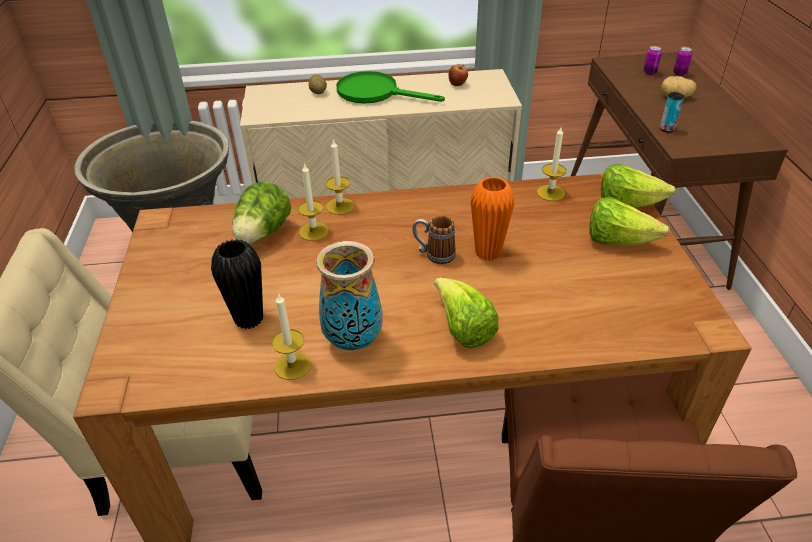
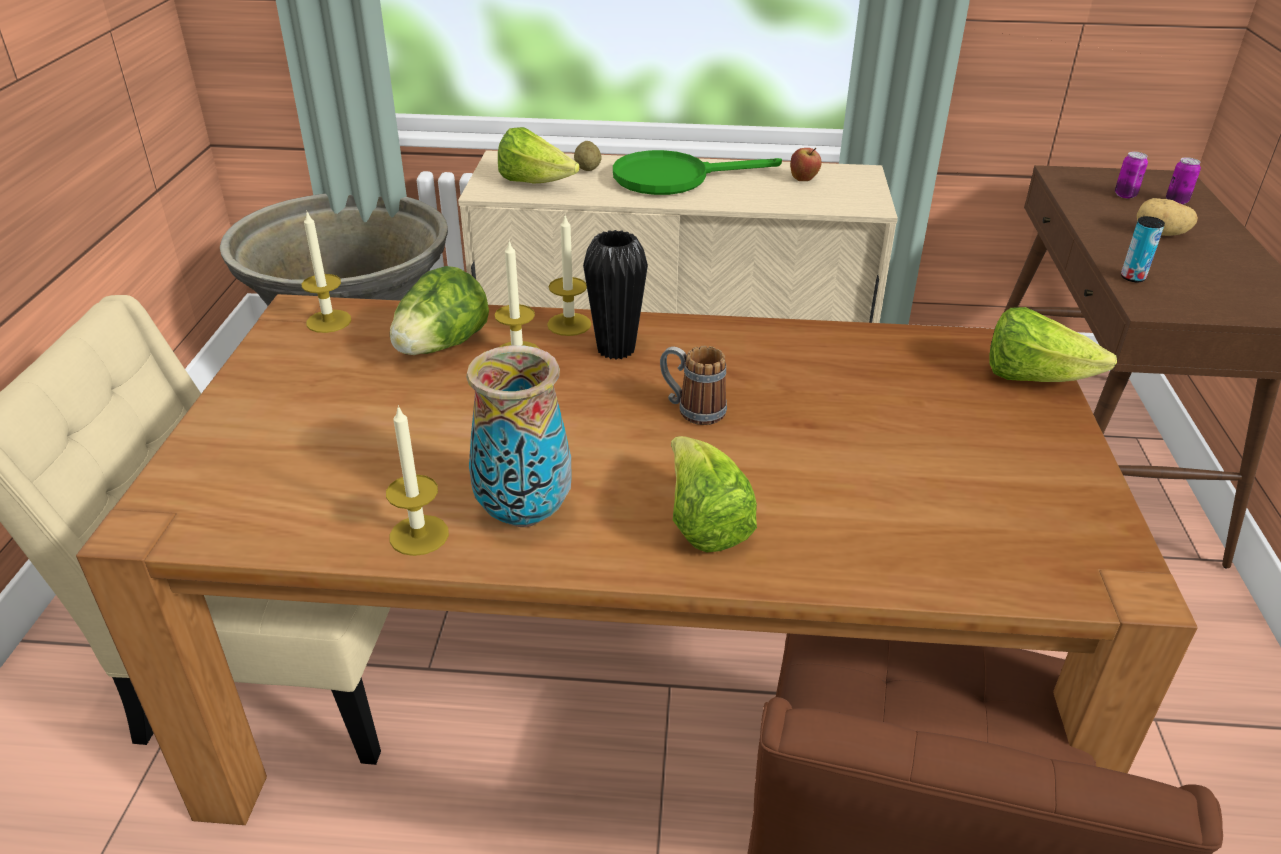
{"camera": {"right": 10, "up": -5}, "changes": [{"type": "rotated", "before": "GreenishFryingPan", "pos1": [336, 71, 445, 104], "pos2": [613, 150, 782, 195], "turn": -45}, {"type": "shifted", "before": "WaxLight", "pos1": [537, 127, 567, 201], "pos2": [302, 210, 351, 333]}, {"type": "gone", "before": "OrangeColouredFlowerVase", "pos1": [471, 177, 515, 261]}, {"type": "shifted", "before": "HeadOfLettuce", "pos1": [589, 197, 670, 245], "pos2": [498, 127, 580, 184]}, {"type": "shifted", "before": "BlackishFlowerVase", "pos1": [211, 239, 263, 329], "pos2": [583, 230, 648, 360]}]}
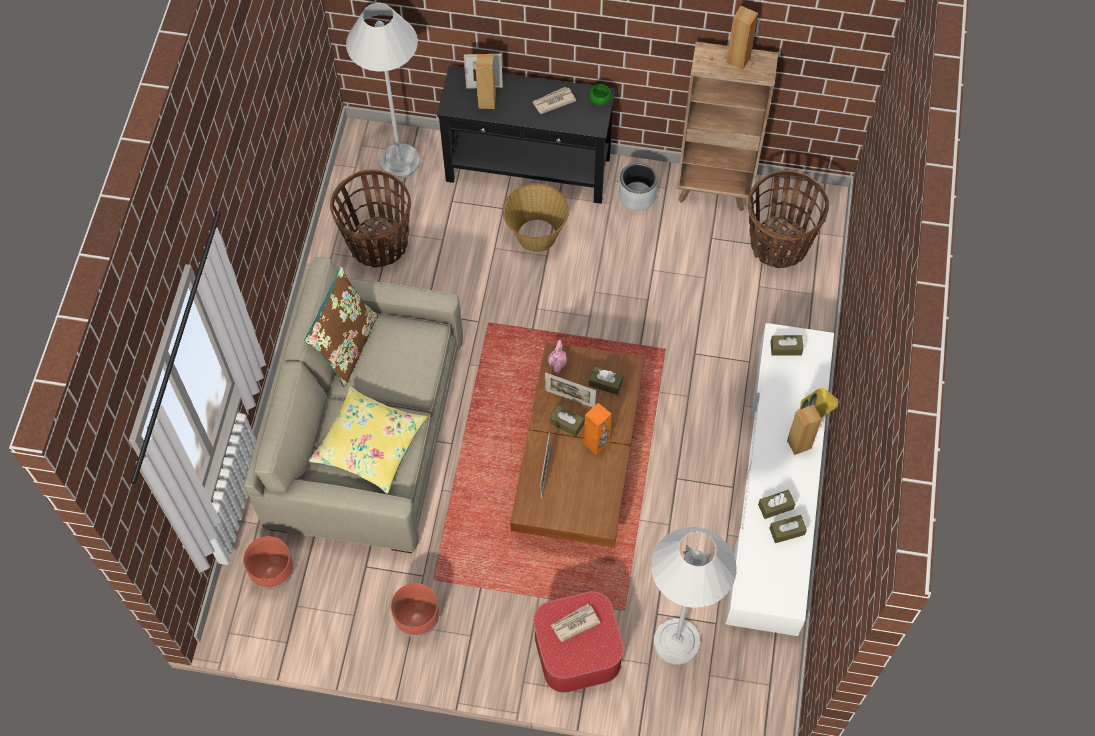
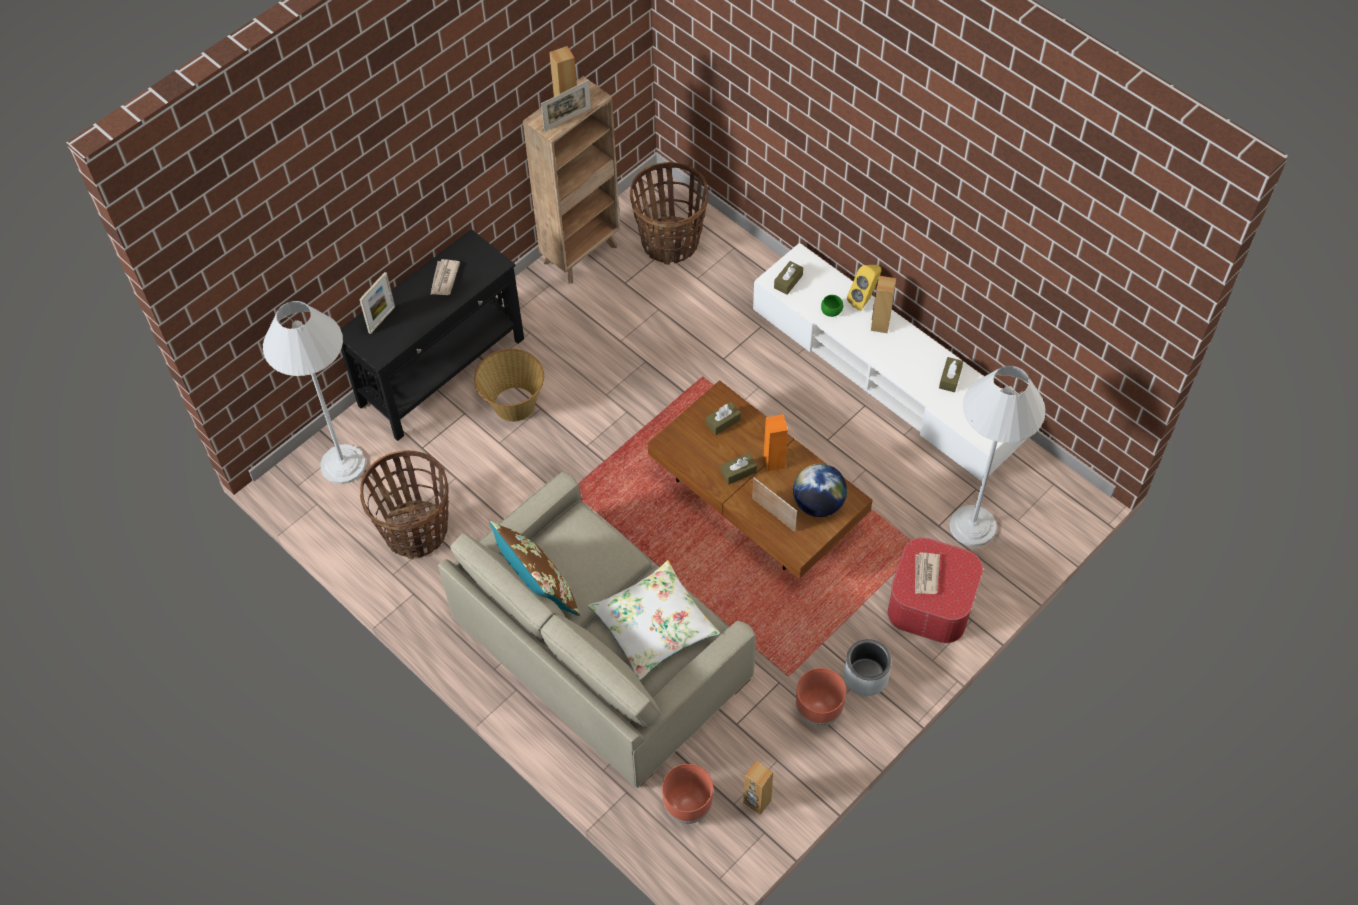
{"camera": {"right": -55, "up": -5}, "changes": [{"type": "shifted", "before": "BrownishSpeaker", "pos1": [476, 54, 496, 109], "pos2": [743, 760, 773, 815]}, {"type": "shifted", "before": "GreenishBowl", "pos1": [589, 84, 612, 106], "pos2": [821, 295, 843, 317]}, {"type": "shifted", "before": "GreyishPlanter", "pos1": [619, 162, 658, 211], "pos2": [844, 639, 892, 696]}, {"type": "gone", "before": "PinkishPotForTea", "pos1": [548, 340, 567, 374]}, {"type": "shifted", "before": "StandingFrame", "pos1": [545, 373, 596, 407], "pos2": [541, 80, 591, 132]}, {"type": "repainted", "before": "YellowColouredThrowPillow", "after": "WhitishThrowPillow", "pos1": [309, 386, 428, 494], "pos2": [588, 560, 720, 680]}, {"type": "gone", "before": "BrownishTissueBox", "pos1": [758, 490, 795, 519]}, {"type": "new", "after": "Globe", "pos2": [793, 464, 847, 517]}]}
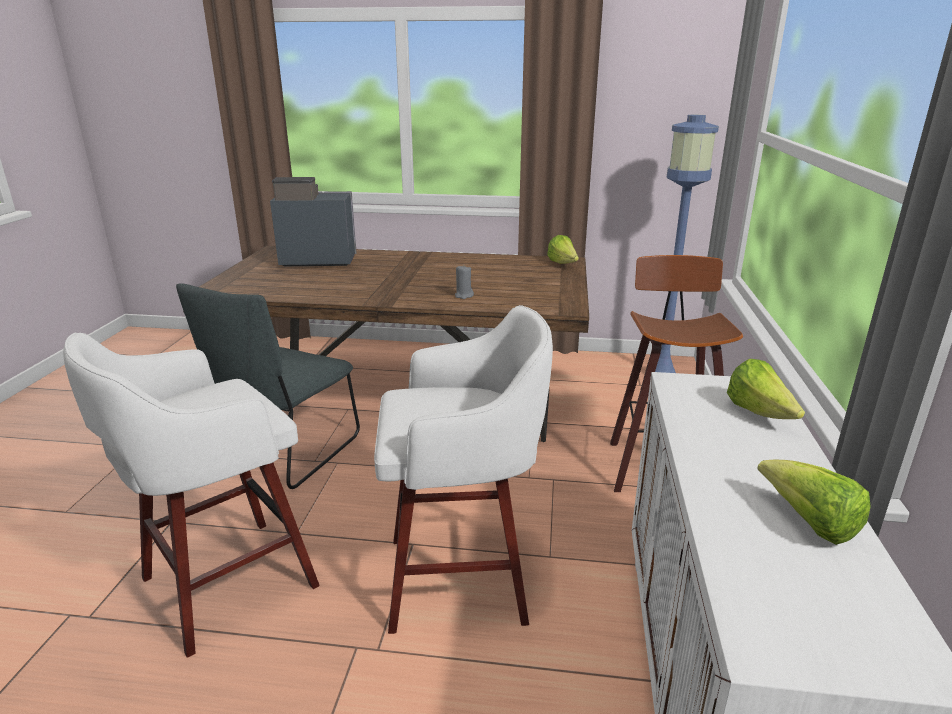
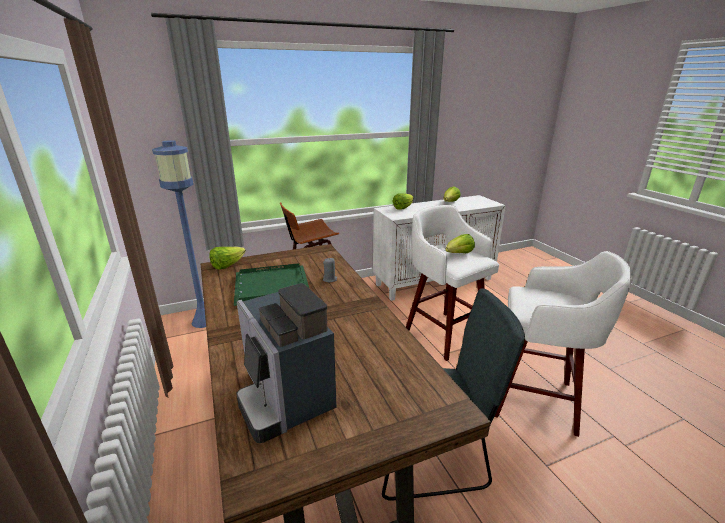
{"camera": {"right": -120, "up": 0}, "changes": [{"type": "new", "after": "HeadOfLettuce", "pos2": [445, 234, 475, 253]}, {"type": "new", "after": "GreenishTray", "pos2": [234, 263, 309, 306]}]}
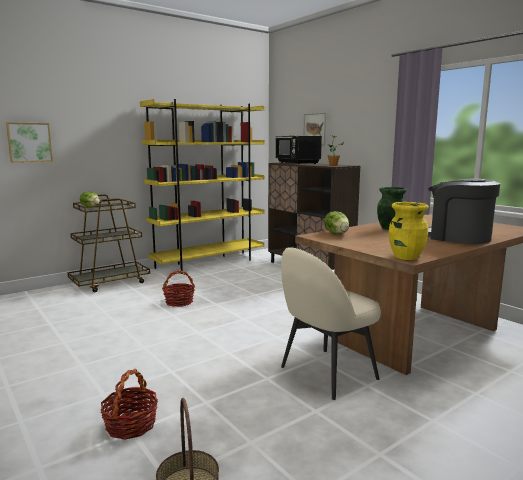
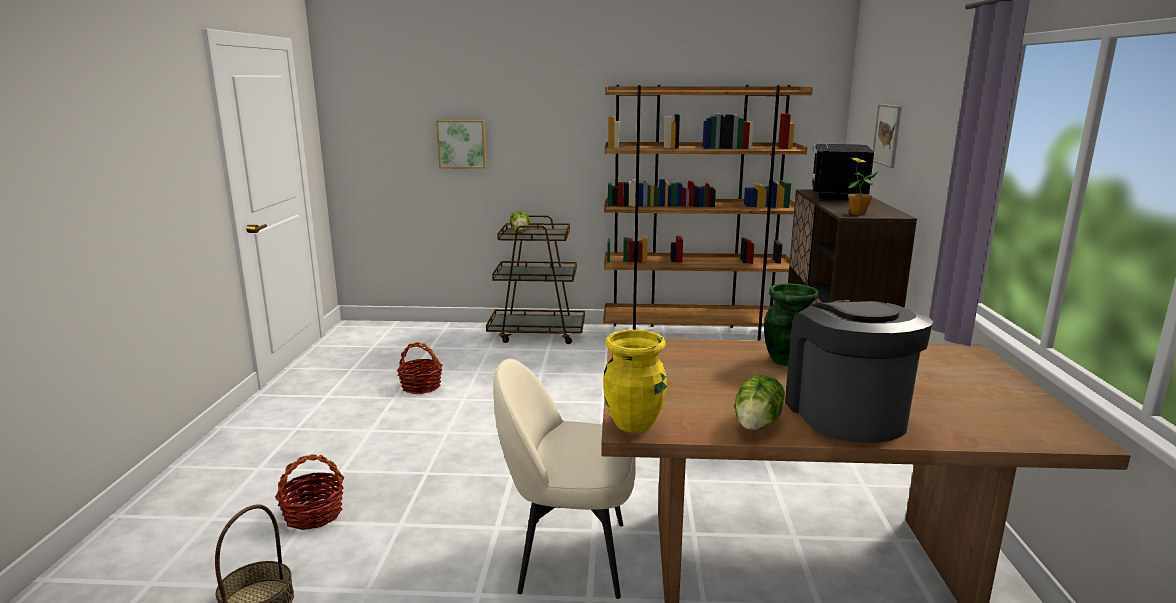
{"camera": {"right": 40, "up": 5}, "changes": [{"type": "repainted", "before": "YellowColouredBookcase", "after": "BrownishBookcase", "pos1": [140, 99, 265, 274], "pos2": [604, 85, 813, 340]}, {"type": "shifted", "before": "HeadOfLettuce", "pos1": [324, 211, 349, 234], "pos2": [735, 375, 785, 430]}, {"type": "shifted", "before": "Basket", "pos1": [162, 270, 195, 307], "pos2": [396, 342, 443, 394]}]}
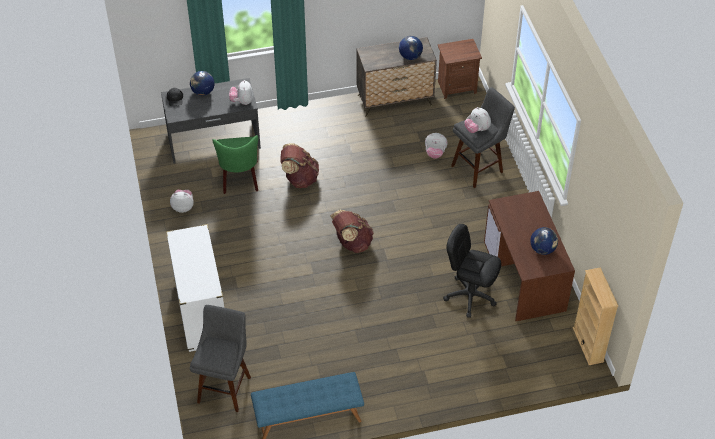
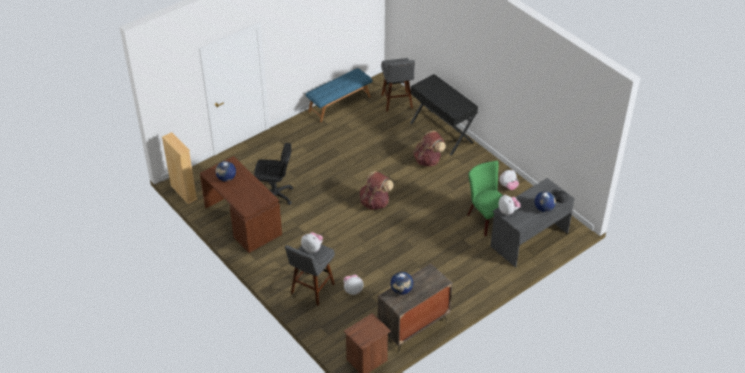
{"camera": {"right": 155, "up": -5}, "changes": [{"type": "shifted", "before": "BrownishKnapsack", "pos1": [280, 143, 319, 188], "pos2": [413, 131, 446, 167]}, {"type": "swapped", "before": "WhitishDresser", "after": "BlackishHallTable", "pos1": [166, 224, 224, 352], "pos2": [410, 74, 478, 155]}]}
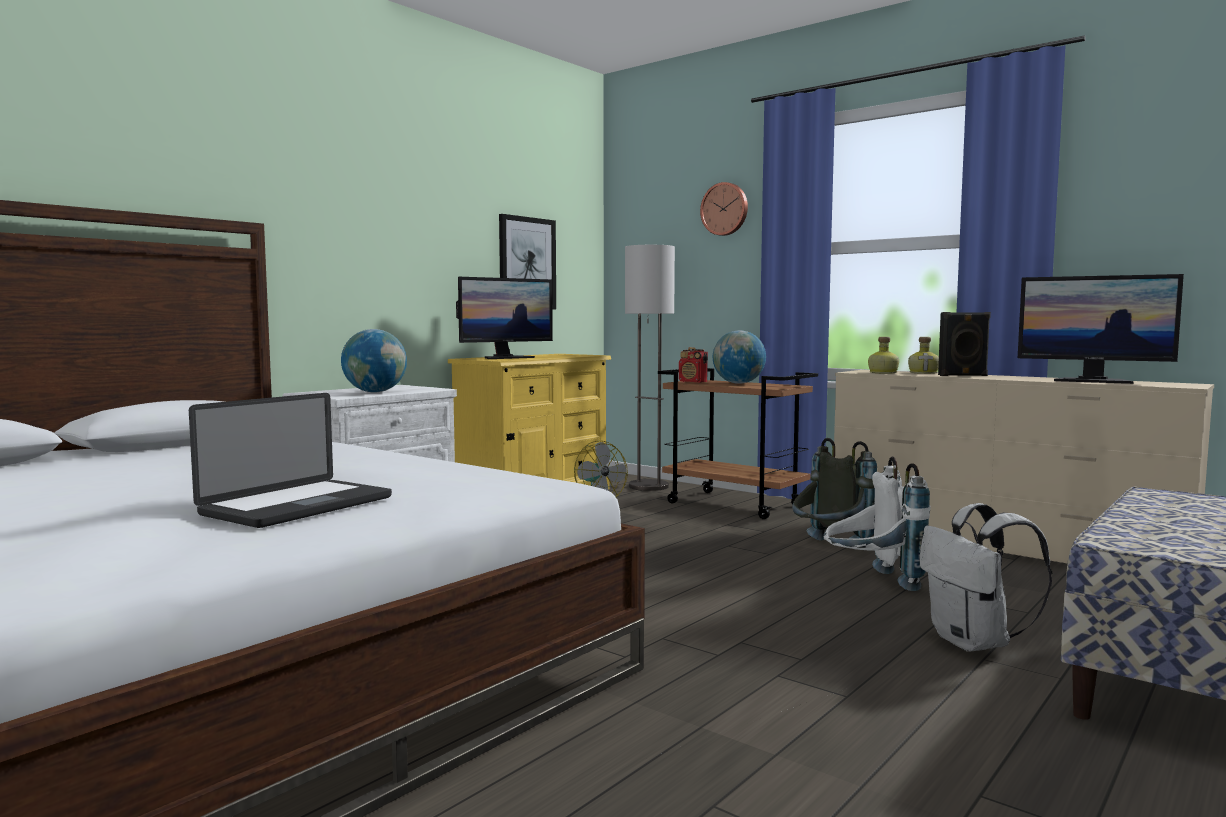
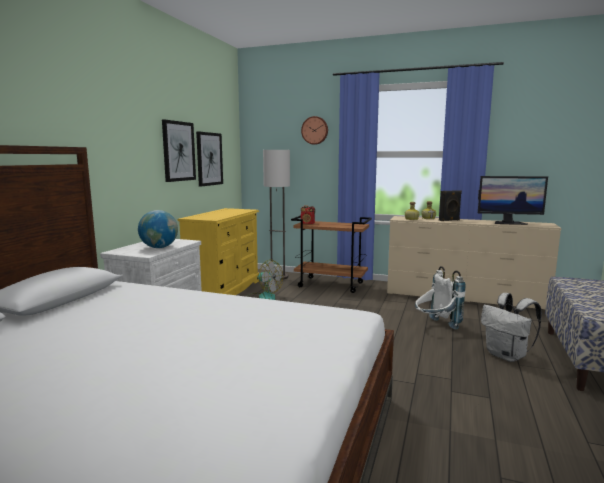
{"camera": {"right": -20, "up": 5}, "changes": [{"type": "gone", "before": "ComputerDisplay", "pos1": [456, 277, 553, 359]}, {"type": "gone", "before": "Globe", "pos1": [713, 330, 766, 384]}, {"type": "gone", "before": "PortableComputer", "pos1": [189, 393, 392, 528]}, {"type": "gone", "before": "GreyishKnapsack", "pos1": [792, 438, 877, 541]}, {"type": "new", "after": "WallArt", "pos2": [162, 119, 196, 182]}]}
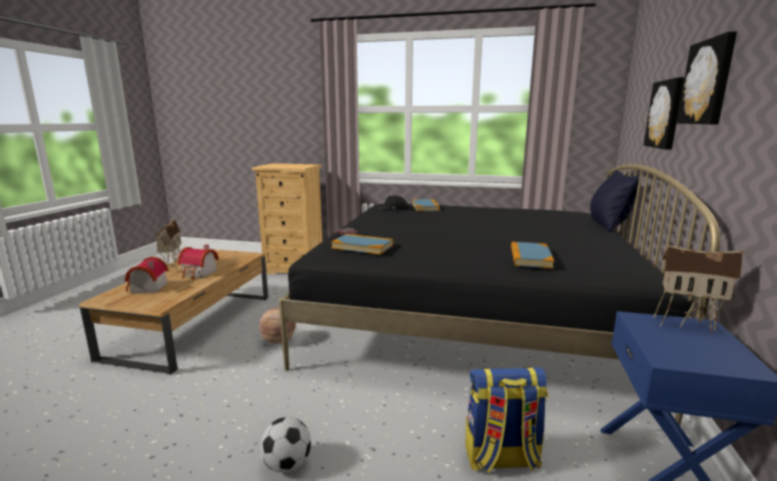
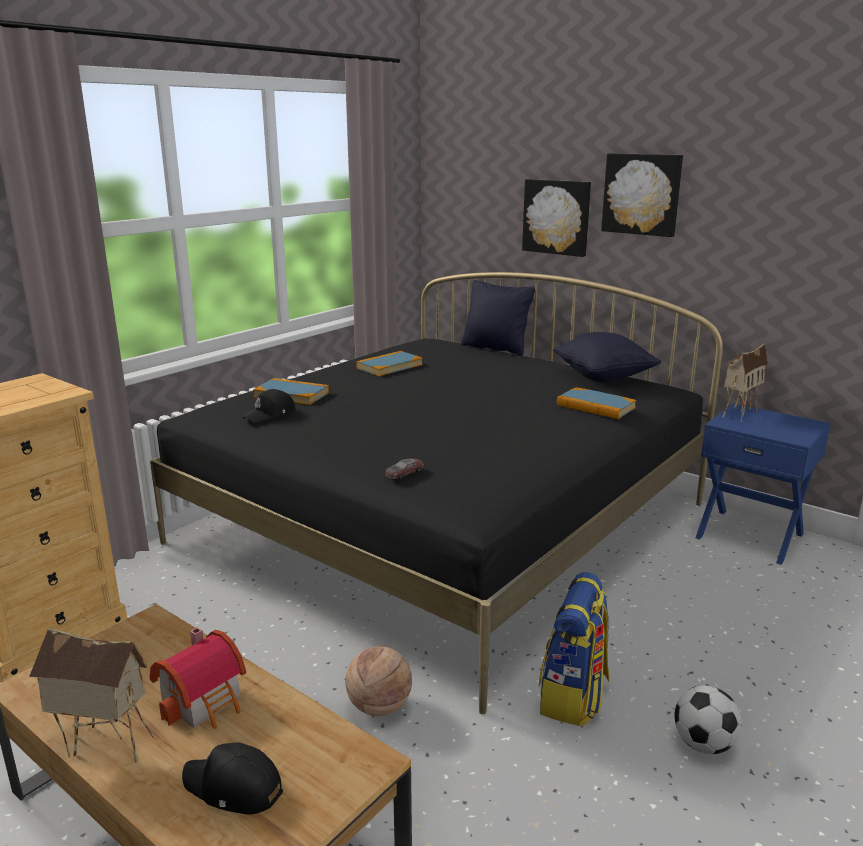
{"camera": {"right": -65, "up": 5}, "changes": [{"type": "shifted", "before": "BoundBook", "pos1": [331, 234, 393, 255], "pos2": [356, 351, 423, 376]}, {"type": "swapped", "before": "ToyHouse", "after": "BlackishPeakedCap", "pos1": [125, 257, 169, 293], "pos2": [182, 742, 283, 814]}, {"type": "shifted", "before": "Knapsack", "pos1": [466, 367, 548, 473], "pos2": [539, 572, 609, 727]}, {"type": "new", "after": "BlackishThrowPillow", "pos2": [553, 332, 661, 382]}]}
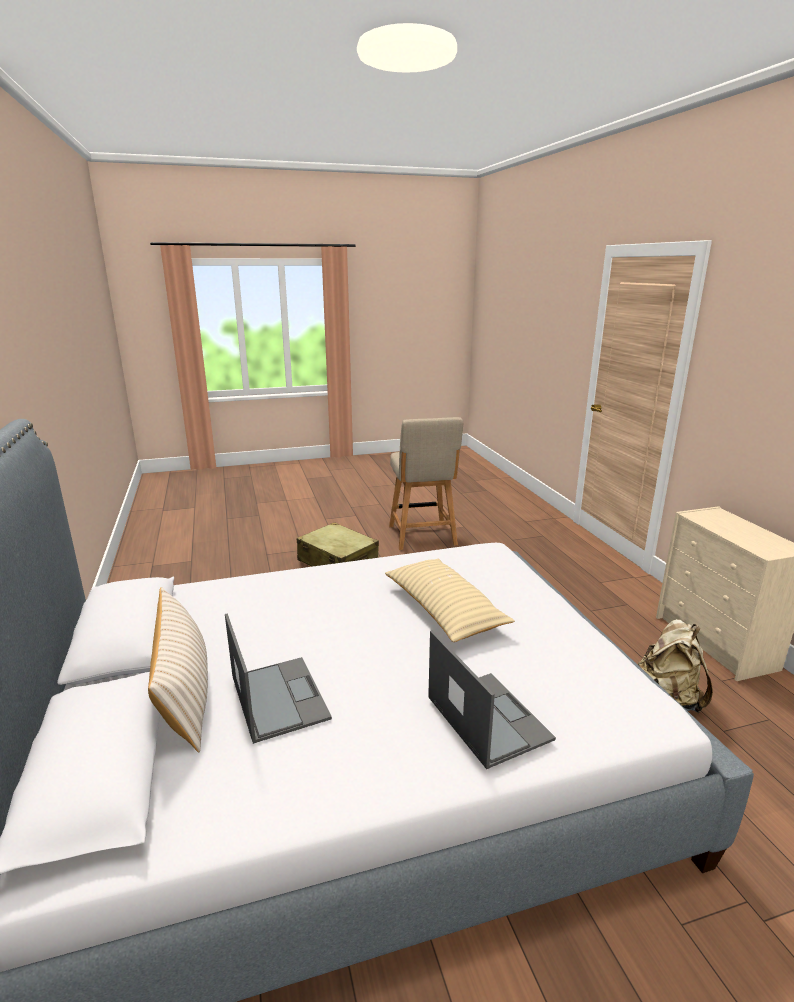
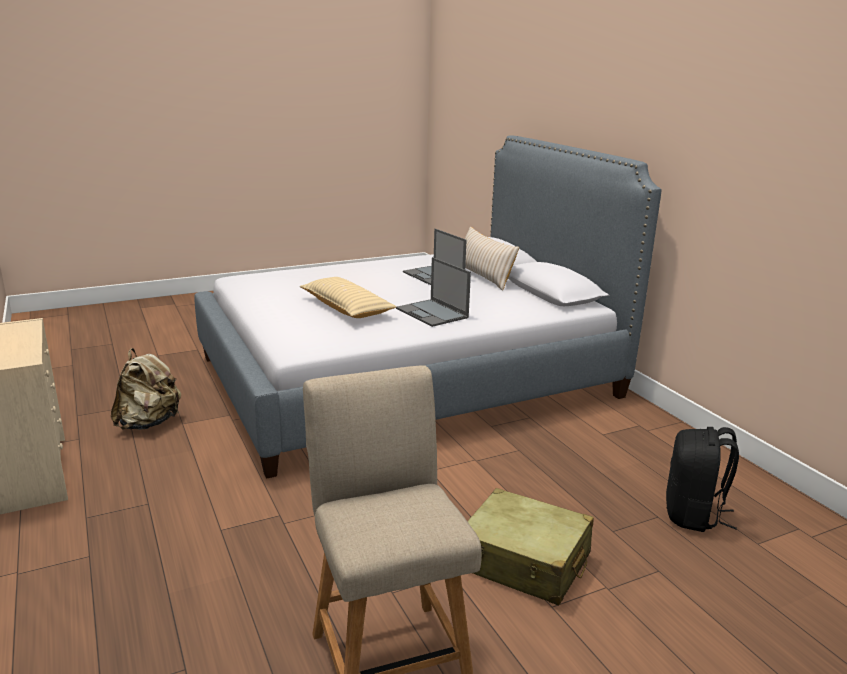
{"camera": {"right": 170, "up": 0}, "changes": [{"type": "shifted", "before": "PortableComputer", "pos1": [428, 630, 556, 769], "pos2": [396, 257, 471, 327]}, {"type": "new", "after": "BlackishKnapsack", "pos2": [666, 427, 739, 532]}]}
